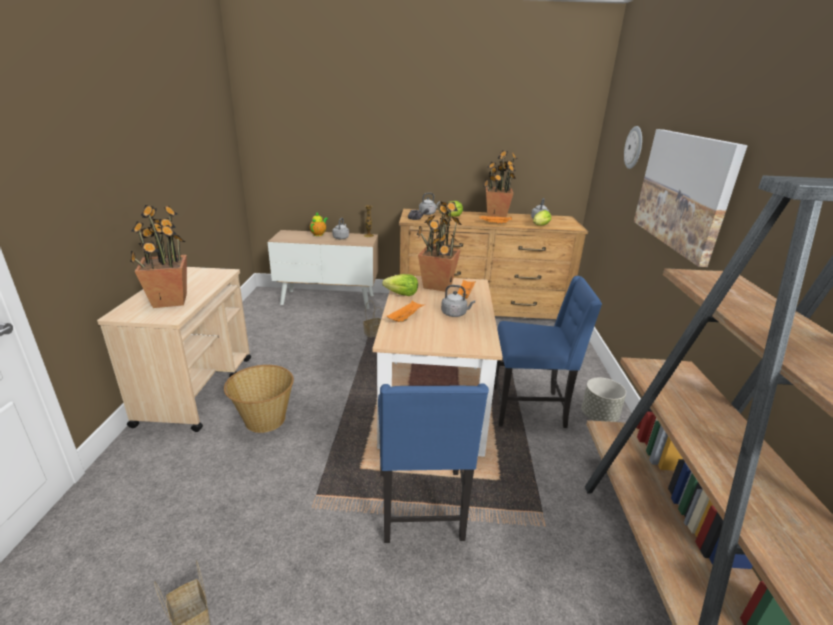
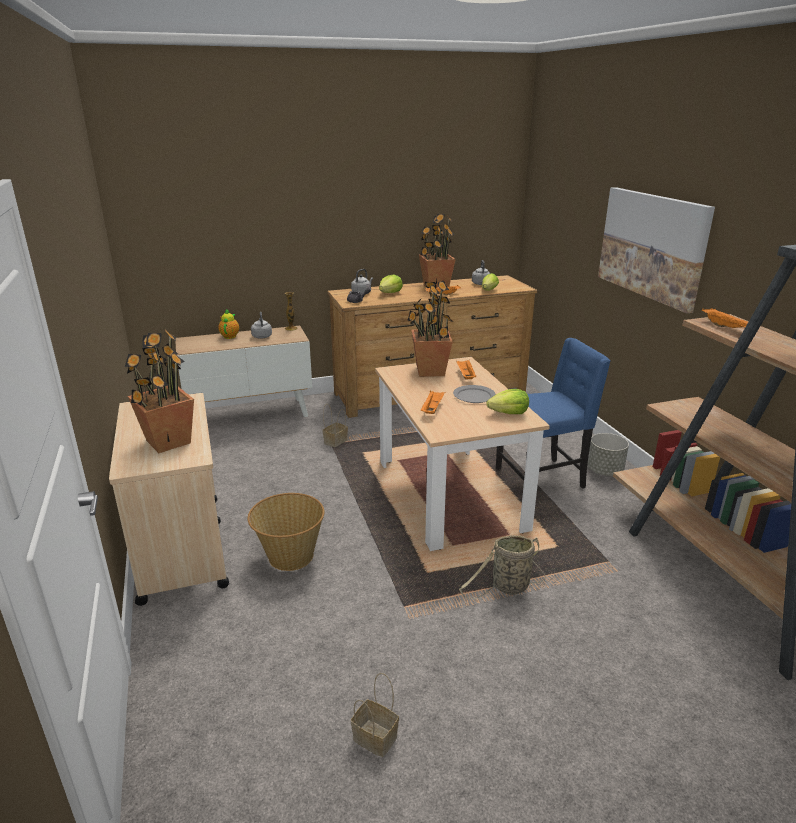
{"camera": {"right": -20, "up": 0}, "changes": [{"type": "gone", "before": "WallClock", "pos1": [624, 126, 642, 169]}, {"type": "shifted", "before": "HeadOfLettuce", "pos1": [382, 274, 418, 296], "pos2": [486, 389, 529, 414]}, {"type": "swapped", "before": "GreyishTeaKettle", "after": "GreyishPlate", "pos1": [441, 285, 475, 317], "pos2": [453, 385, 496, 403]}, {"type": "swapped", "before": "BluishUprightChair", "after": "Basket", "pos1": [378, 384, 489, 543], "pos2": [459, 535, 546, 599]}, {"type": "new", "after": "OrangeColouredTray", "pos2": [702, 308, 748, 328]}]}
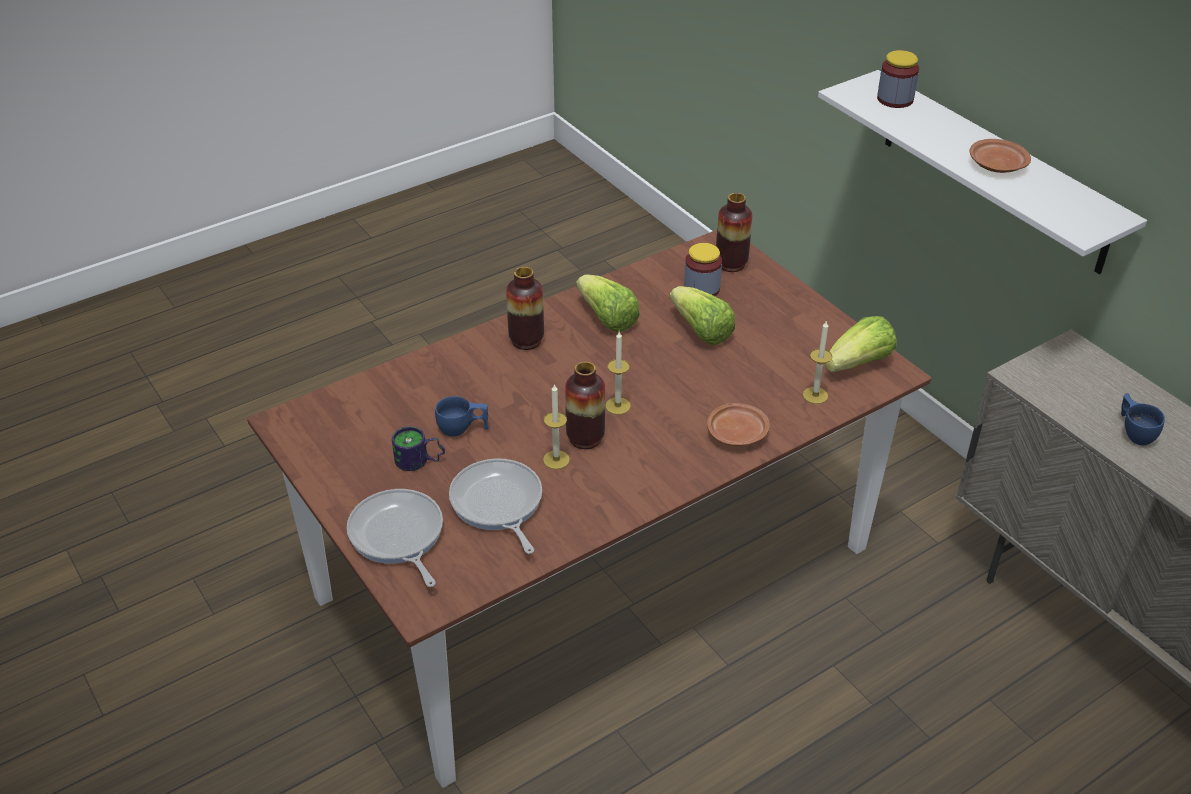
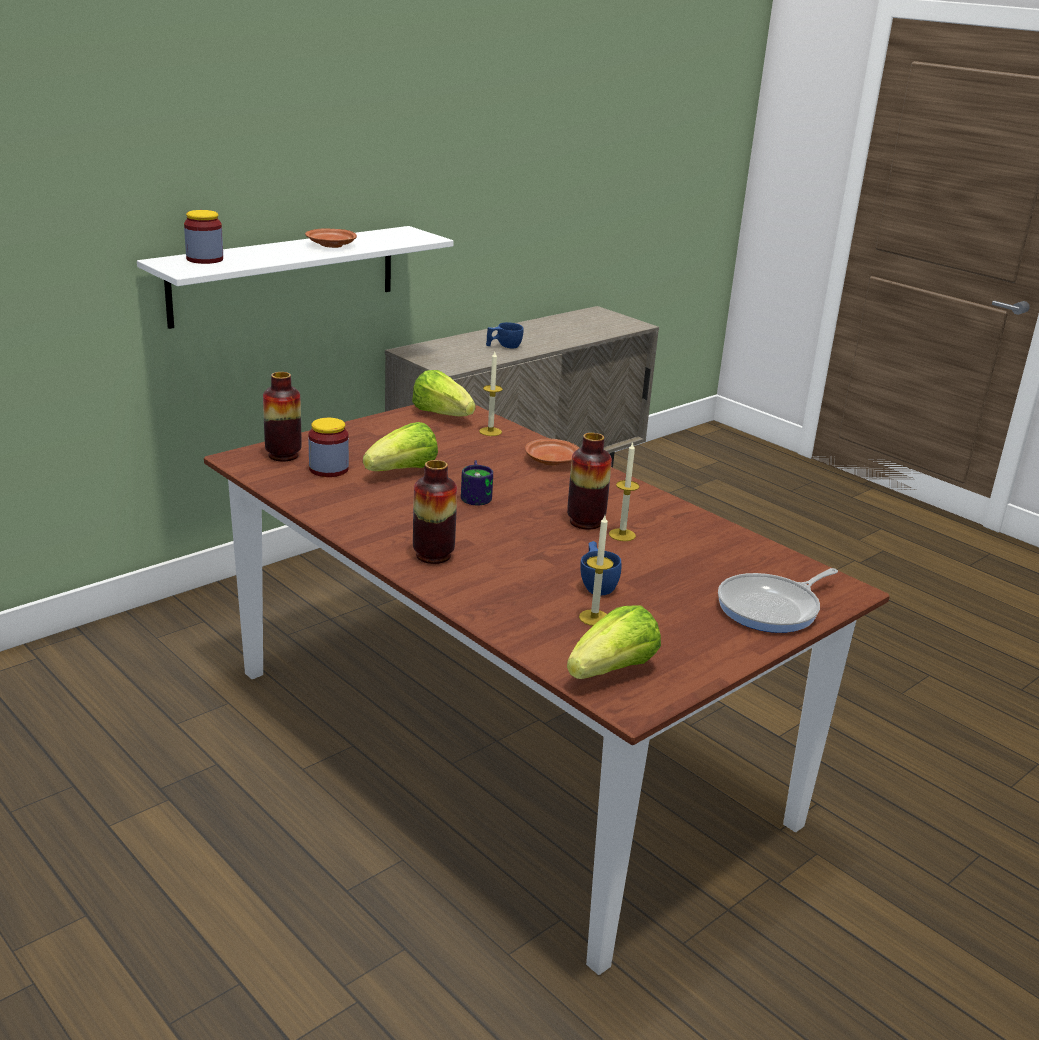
{"camera": {"right": -100, "up": -15}, "changes": [{"type": "shifted", "before": "HeadOfLettuce", "pos1": [576, 274, 640, 332], "pos2": [567, 606, 661, 679]}, {"type": "shifted", "before": "WaxLight", "pos1": [605, 332, 631, 415], "pos2": [579, 515, 613, 626]}, {"type": "shifted", "before": "Mug", "pos1": [392, 426, 445, 471], "pos2": [461, 460, 493, 505]}, {"type": "gone", "before": "FryingPan", "pos1": [449, 458, 542, 554]}]}
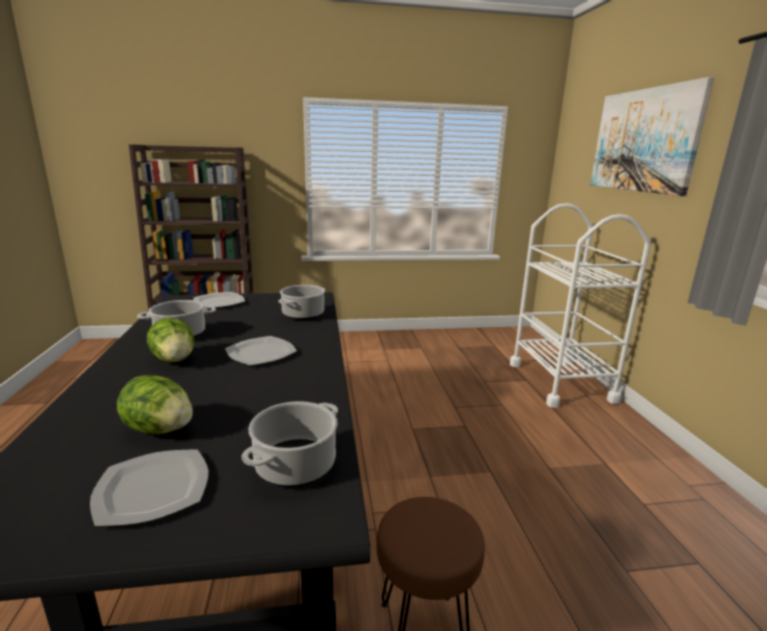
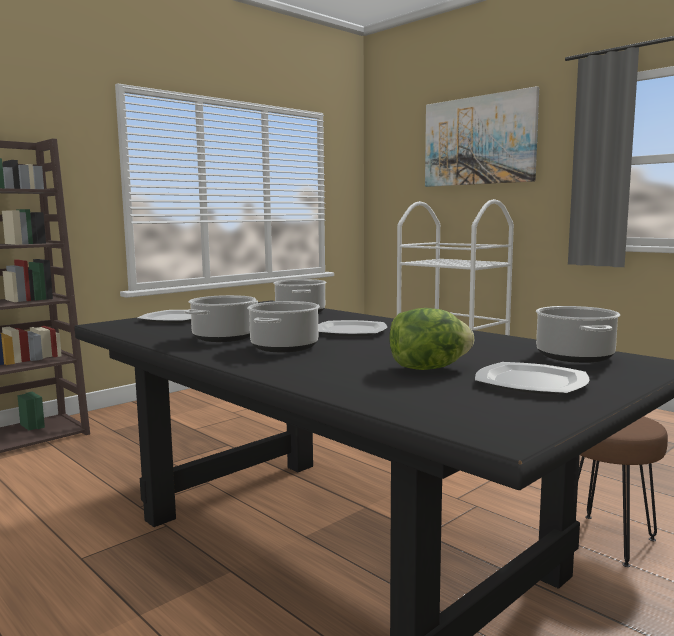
{"camera": {"right": -35, "up": -10}, "changes": [{"type": "swapped", "before": "HeadOfLettuce", "after": "Stockpot", "pos1": [147, 318, 194, 362], "pos2": [247, 301, 320, 352]}]}
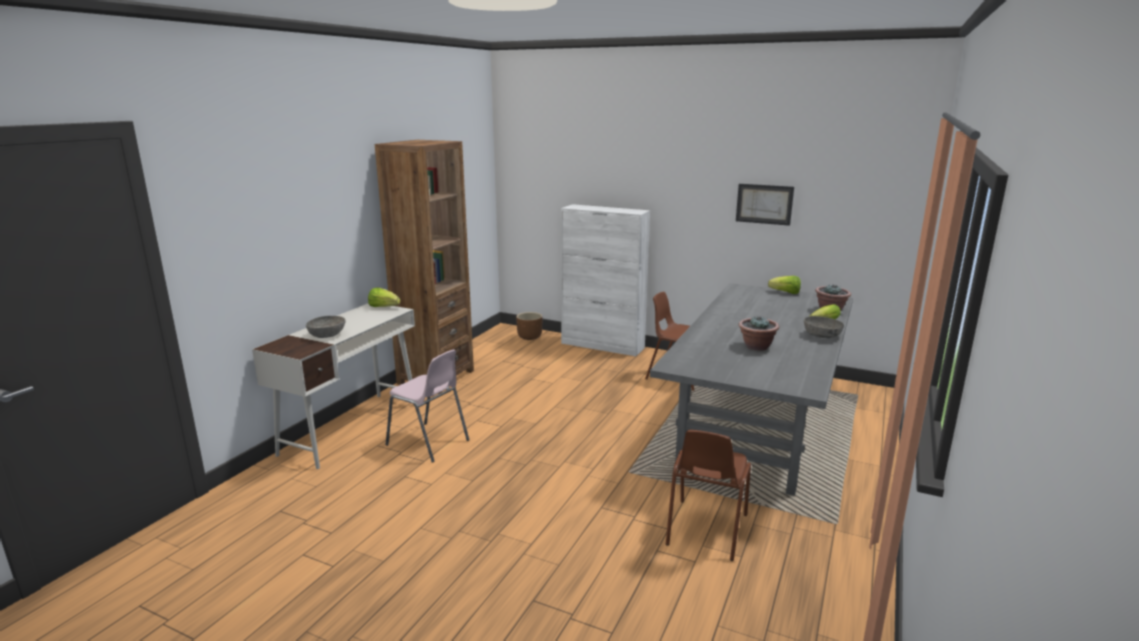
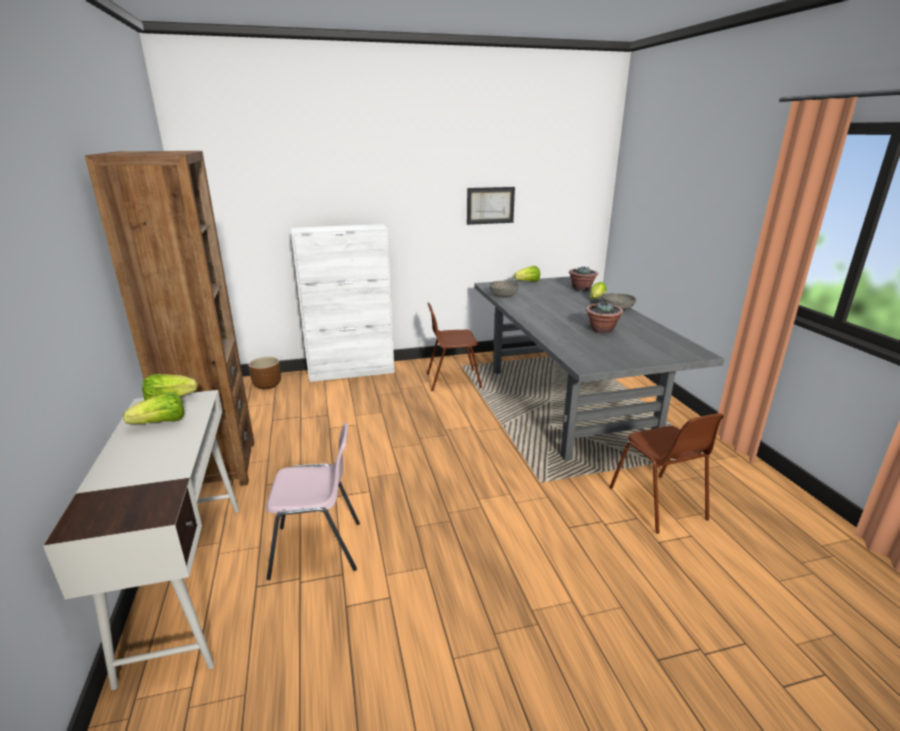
{"camera": {"right": -40, "up": 5}, "changes": [{"type": "shifted", "before": "GreyishBowl", "pos1": [306, 316, 346, 338], "pos2": [489, 281, 519, 298]}, {"type": "new", "after": "HeadOfLettuce", "pos2": [123, 392, 184, 424]}]}
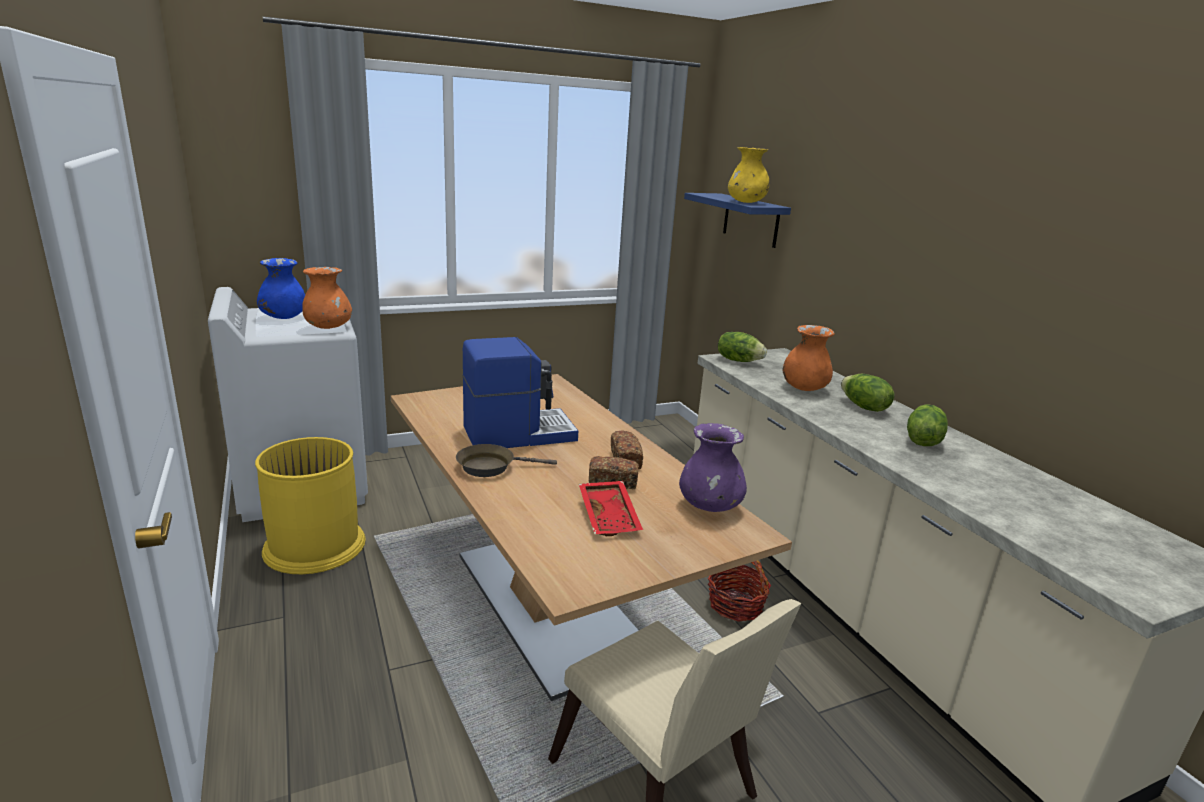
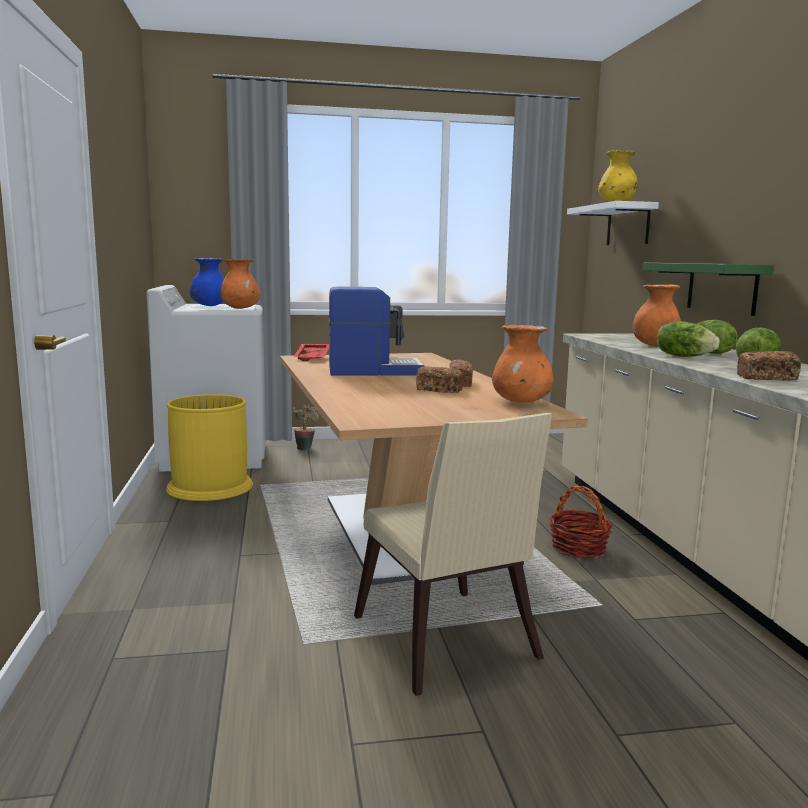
{"camera": {"right": 15, "up": -10}, "changes": [{"type": "repainted", "before": "BluishWallShelf", "after": "WhitishWallShelf", "pos1": [684, 193, 791, 248], "pos2": [567, 201, 659, 245]}, {"type": "shifted", "before": "HeadOfLettuce", "pos1": [718, 332, 767, 362], "pos2": [657, 321, 720, 357]}, {"type": "repainted", "before": "PurpleColouredFlowerVase", "after": "OrangeColouredFlowerVase", "pos1": [679, 423, 747, 512], "pos2": [492, 325, 554, 403]}, {"type": "gone", "before": "BrownishFryingPan", "pos1": [456, 444, 557, 477]}, {"type": "shifted", "before": "ReddishTray", "pos1": [579, 481, 643, 536], "pos2": [294, 344, 329, 361]}, {"type": "new", "after": "GreenishWallShelf", "pos2": [642, 263, 774, 316]}, {"type": "new", "after": "BakedBread", "pos2": [737, 351, 801, 381]}, {"type": "new", "after": "Houseplant", "pos2": [292, 405, 319, 451]}]}
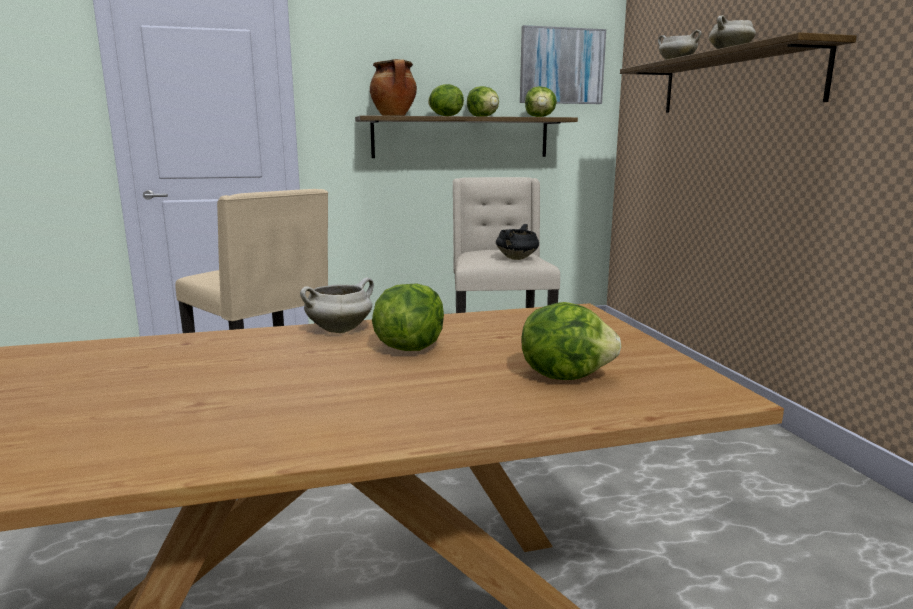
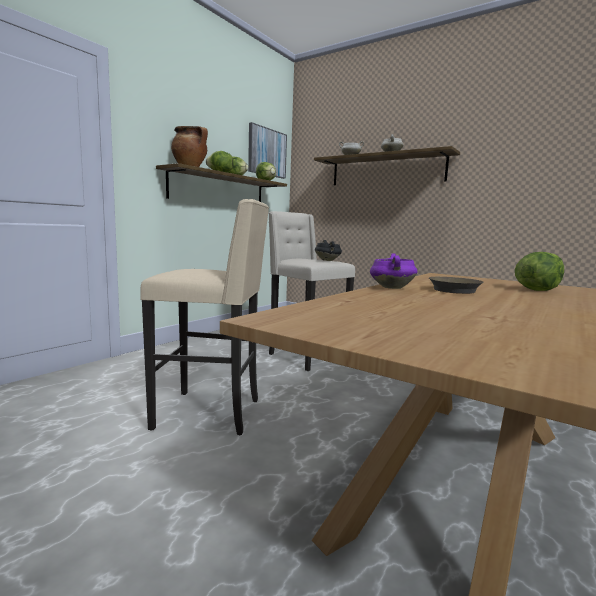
{"camera": {"right": -40, "up": -5}, "changes": [{"type": "repainted", "before": "WhitishStockpot", "after": "PurpleColouredStockpot", "pos1": [300, 278, 374, 333], "pos2": [370, 253, 417, 289]}, {"type": "swapped", "before": "HeadOfLettuce", "after": "BrownishFryingPan", "pos1": [372, 284, 444, 351], "pos2": [429, 277, 483, 294]}]}
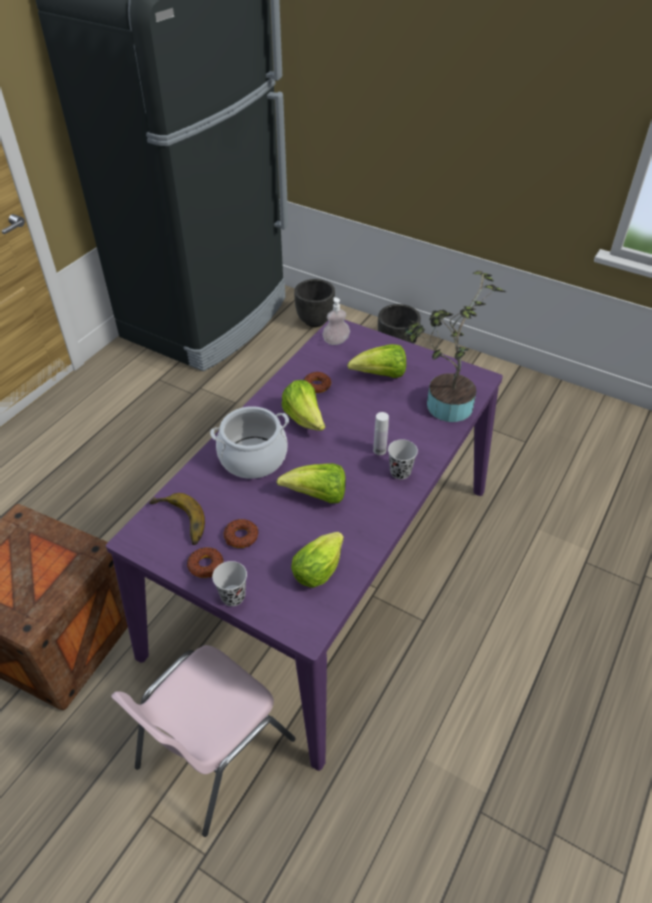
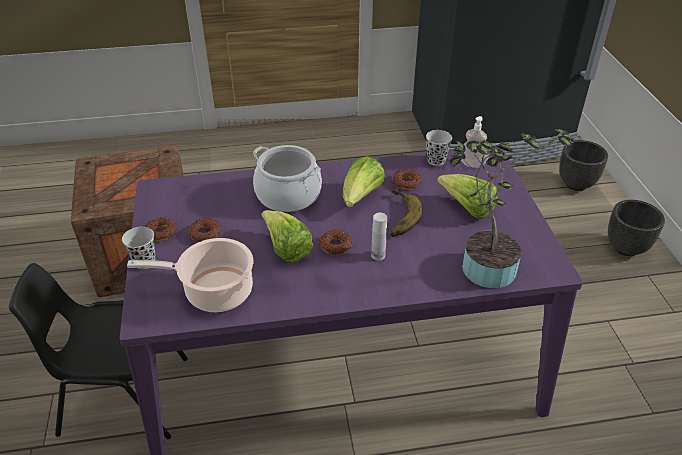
{"camera": {"right": 50, "up": -5}, "changes": [{"type": "shifted", "before": "BlackishCup", "pos1": [388, 439, 418, 479], "pos2": [426, 130, 452, 166]}, {"type": "shifted", "before": "WholeBanana", "pos1": [149, 493, 205, 545], "pos2": [390, 188, 423, 237]}, {"type": "swapped", "before": "HeadOfLettuce", "after": "Stockpot", "pos1": [291, 532, 344, 588], "pos2": [127, 238, 254, 312]}, {"type": "repainted", "before": "PinkishUprightChair", "after": "BlackishUprightChair", "pos1": [111, 645, 295, 837], "pos2": [9, 263, 188, 439]}, {"type": "new", "after": "Donut", "pos2": [319, 230, 352, 255]}]}
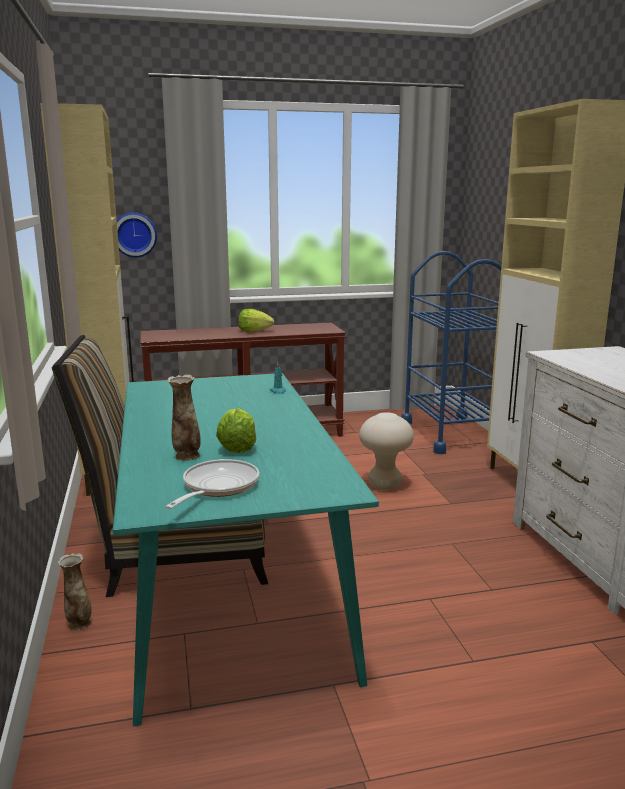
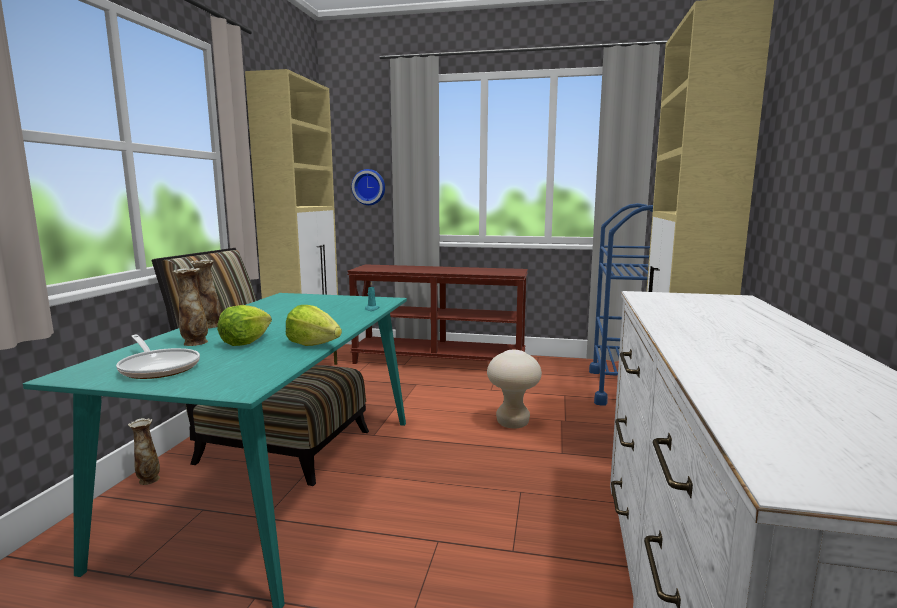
{"camera": {"right": 25, "up": -5}, "changes": [{"type": "shifted", "before": "HeadOfLettuce", "pos1": [238, 309, 274, 332], "pos2": [286, 305, 342, 346]}, {"type": "rotated", "before": "FryingPan", "pos1": [165, 459, 259, 509], "pos2": [116, 335, 200, 379], "turn": 90}, {"type": "new", "after": "FlowerVase", "pos2": [190, 259, 221, 329]}]}
